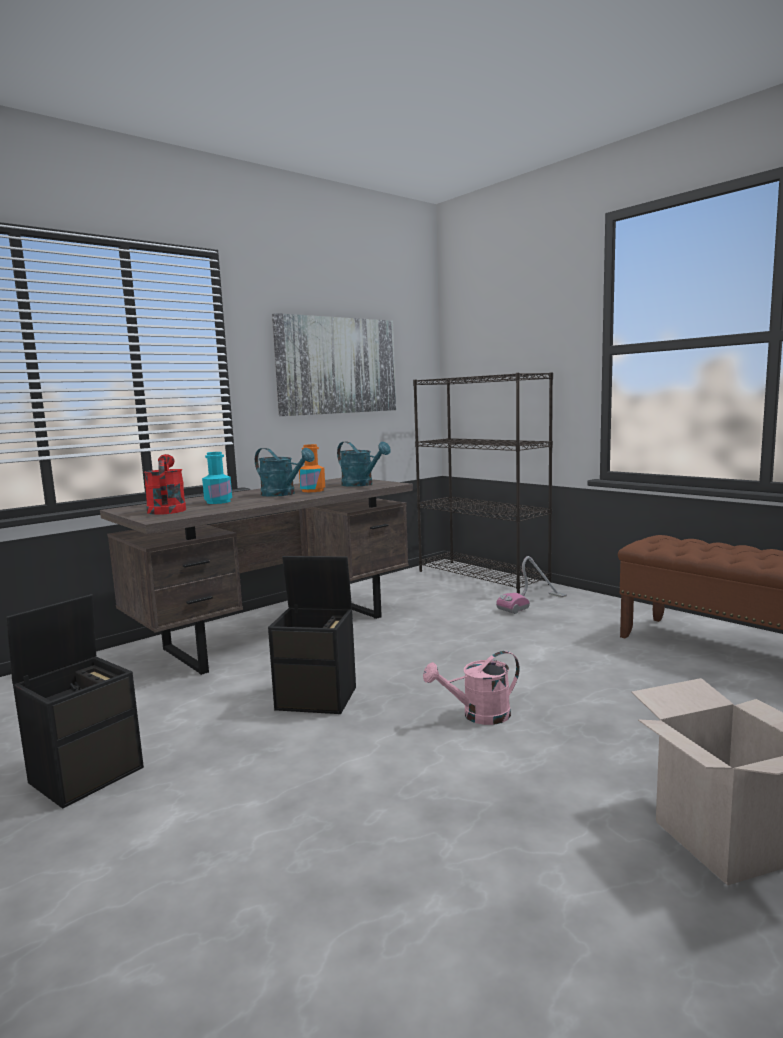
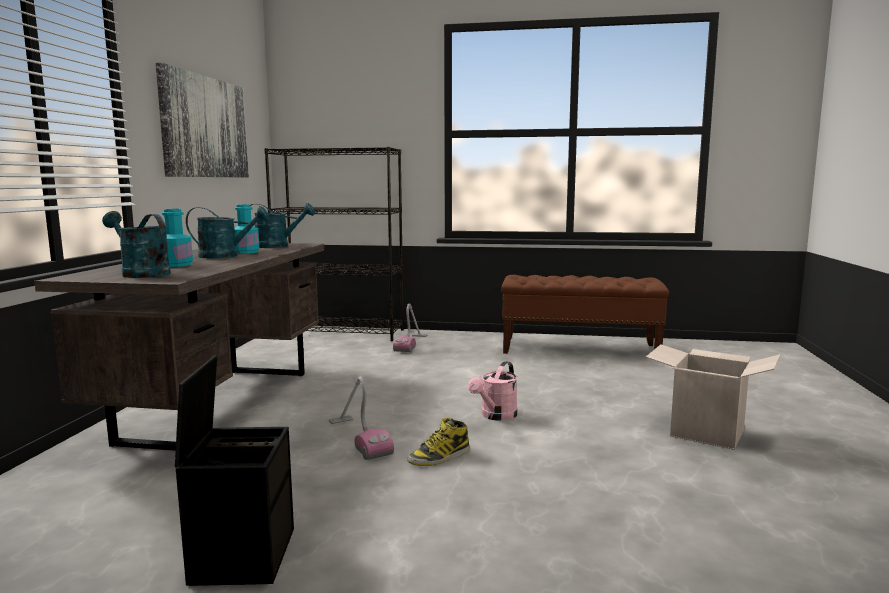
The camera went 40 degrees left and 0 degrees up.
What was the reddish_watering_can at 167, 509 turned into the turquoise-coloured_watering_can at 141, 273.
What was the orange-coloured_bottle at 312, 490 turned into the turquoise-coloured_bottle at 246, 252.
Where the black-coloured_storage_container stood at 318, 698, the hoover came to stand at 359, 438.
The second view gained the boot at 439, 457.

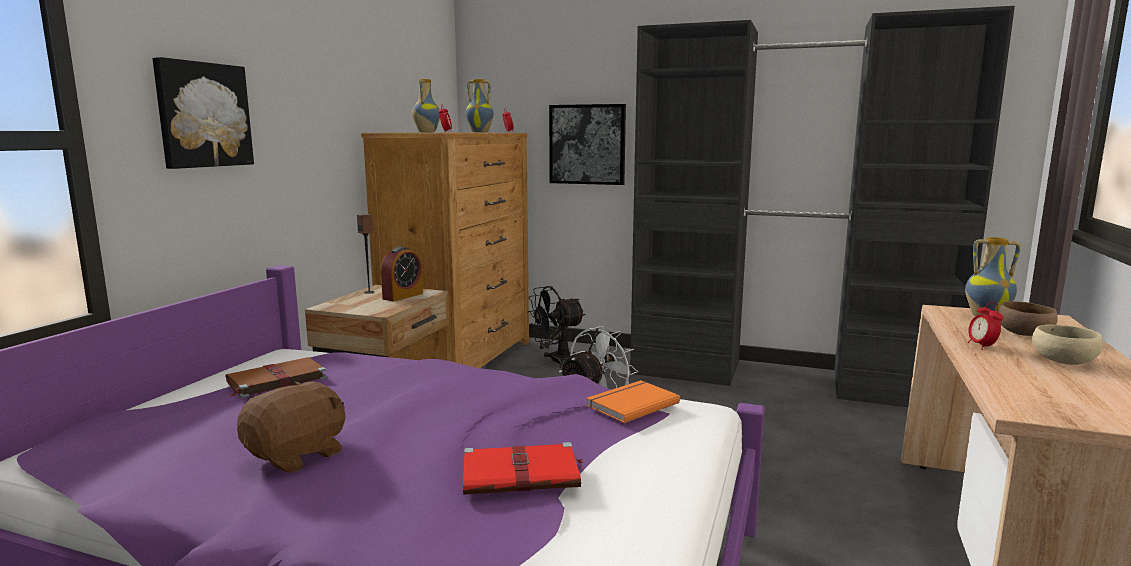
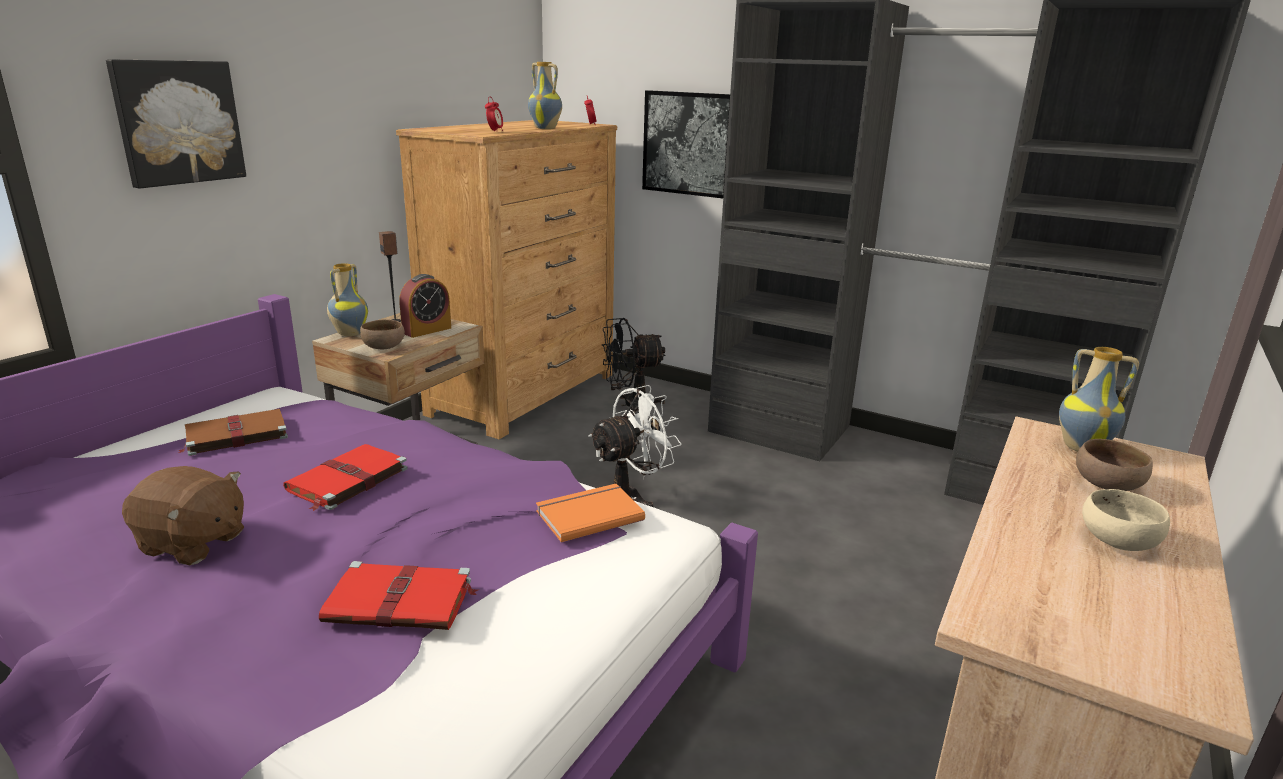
The camera went 10 degrees right and 10 degrees up.
The brown_soft_toy at 297, 455 ended up facing another way, 60 degrees clockwise from before.
The second view gained the reddish_bound_book at 346, 480.
The flower_vase ended up elsewhere, having gone from 426, 132 to 349, 333.
The second view gained the brown_serving_bowl at 384, 347.
The second view lost the alarm_clock at 982, 346.

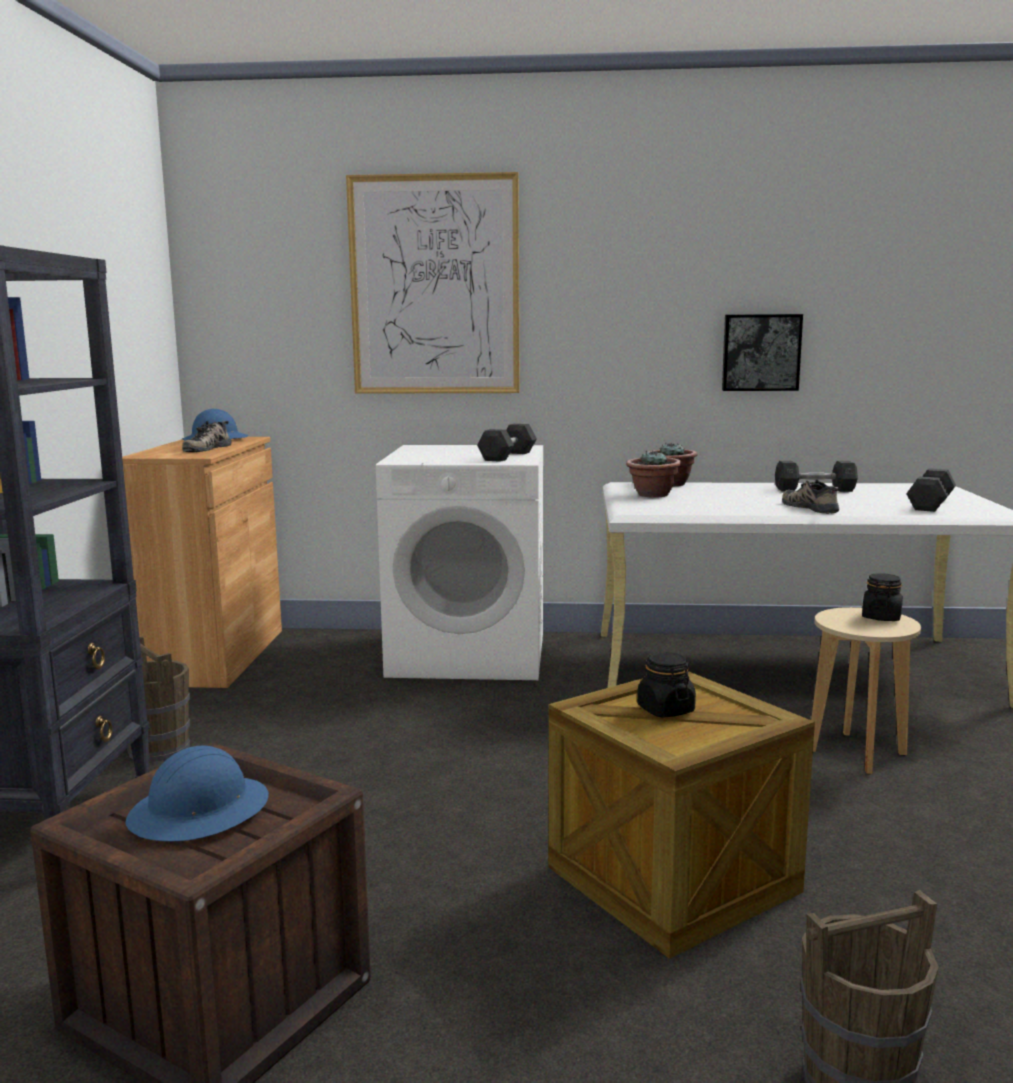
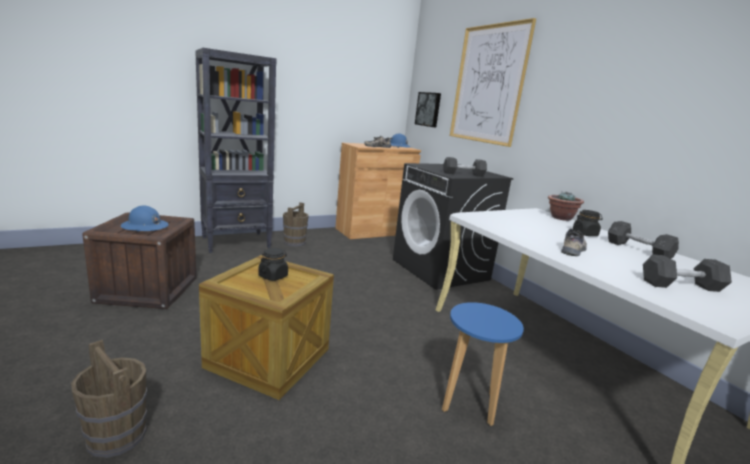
The camera went 55 degrees right and 5 degrees up.
What was the white-coloured_laundry_machine at 469, 654 turned into the black-coloured_laundry_machine at 440, 270.
The picture ended up elsewhere, having gone from 761, 352 to 428, 109.
What was the beige_stool at 856, 753 turned into the bluish_stool at 468, 403.
The black-coloured_preserve_jar ended up elsewhere, having gone from 881, 617 to 585, 234.
The second view lost the plant_in_a_pot at 652, 495.

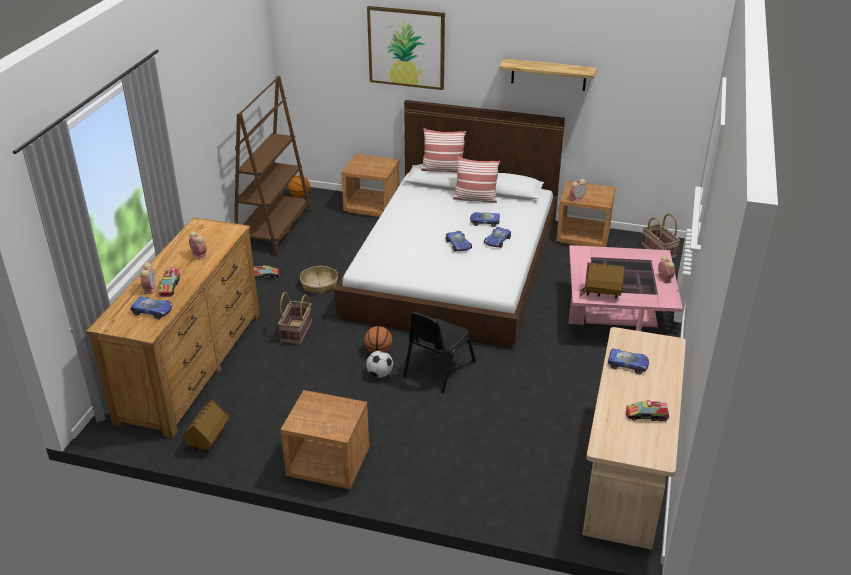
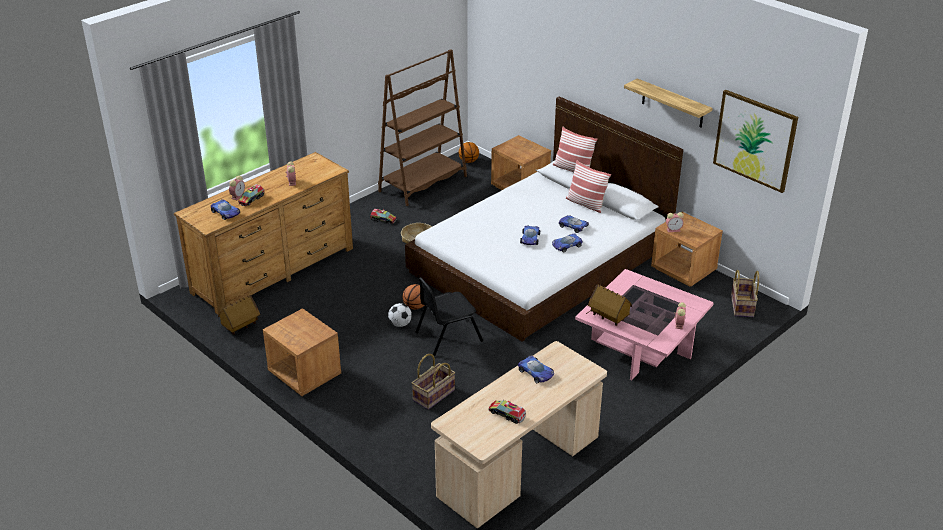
The camera went 30 degrees right and 0 degrees up.
The basket ended up elsewhere, having gone from 297, 332 to 434, 395.
The picture ended up elsewhere, having gone from 406, 47 to 755, 140.

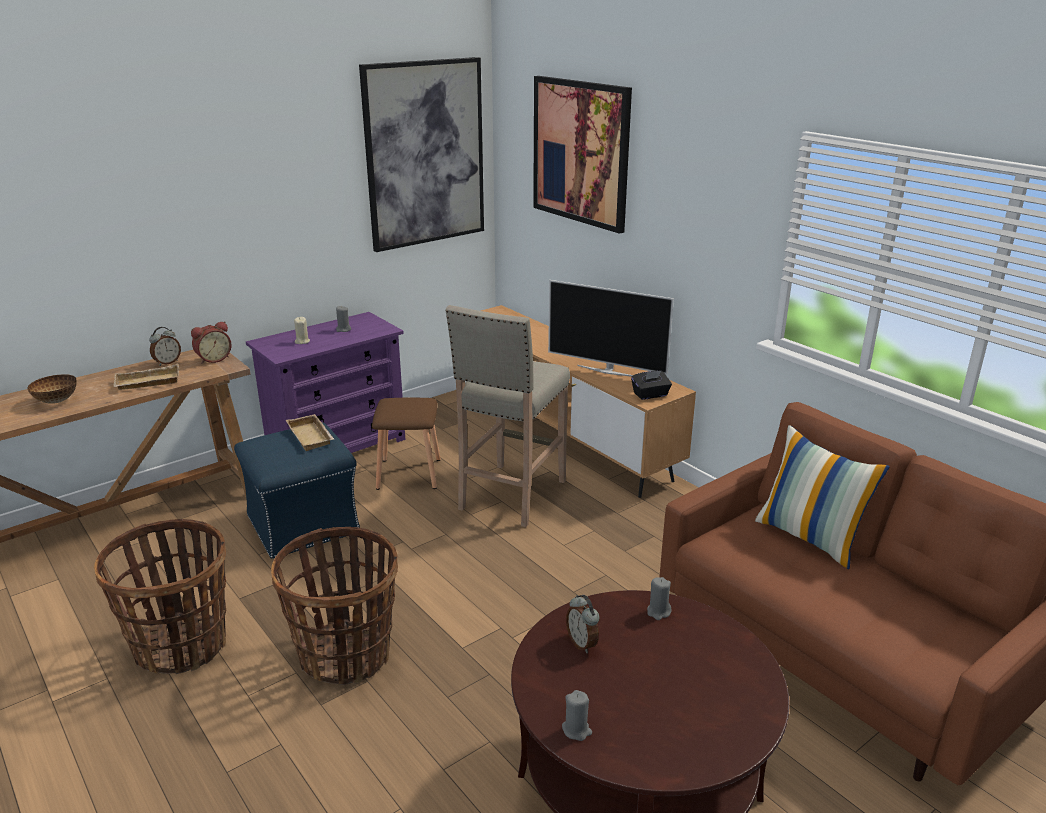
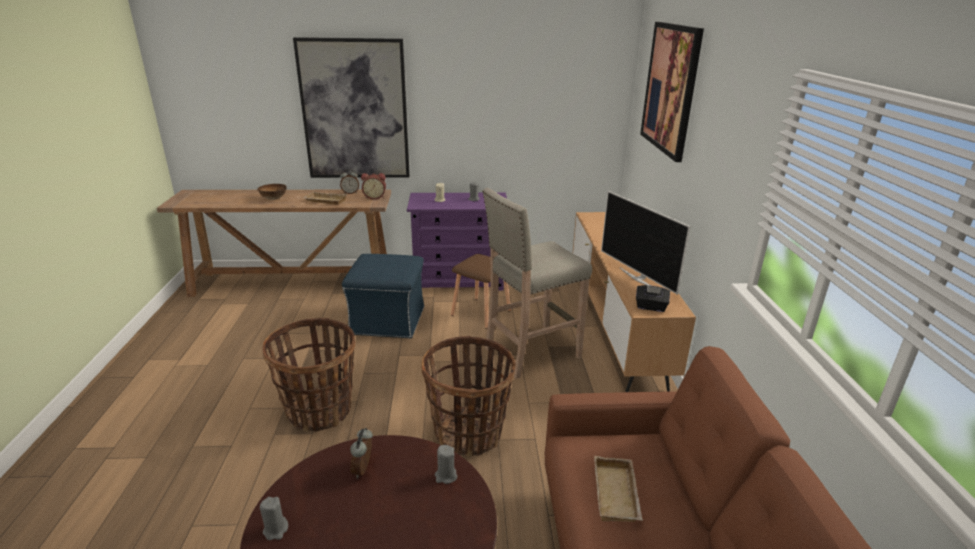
The camera went 35 degrees right and 0 degrees up.
The picture ended up elsewhere, having gone from 425, 154 to 355, 110.
The basket ended up elsewhere, having gone from 181, 646 to 468, 433.
The beige_carrying_tray ended up elsewhere, having gone from 312, 436 to 618, 494.
The second view lost the cushion at 810, 537.

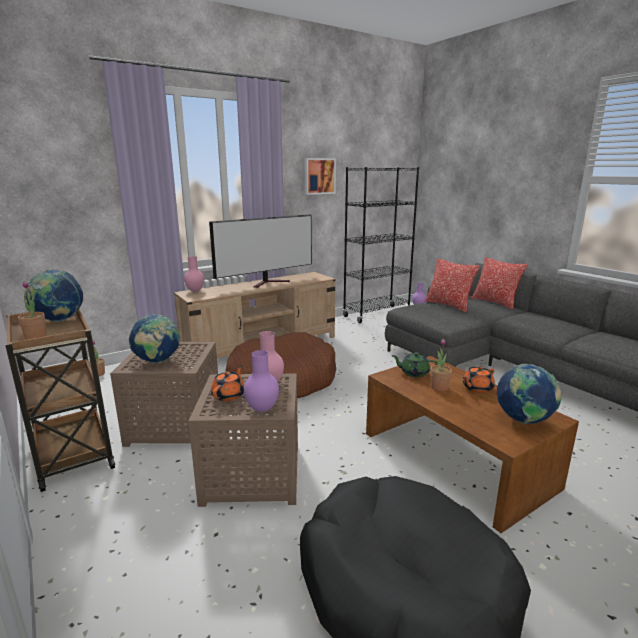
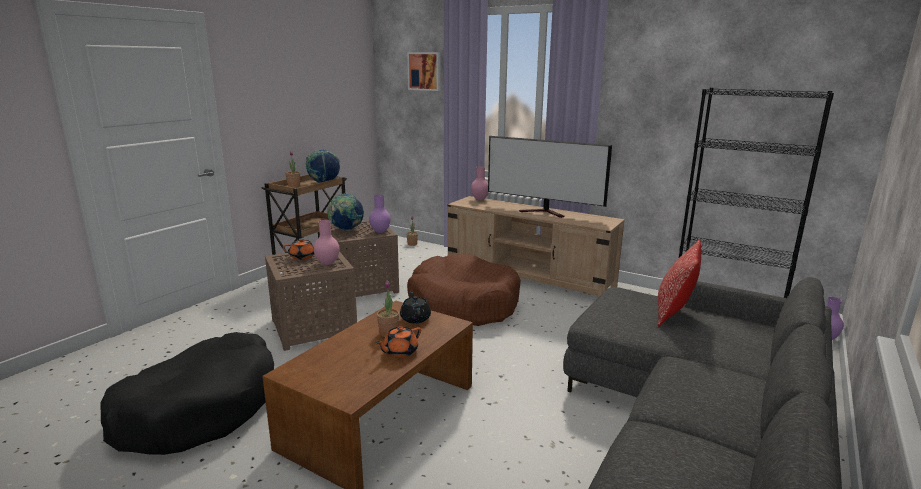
The camera went 65 degrees right and 0 degrees up.
The purplish_flower_vase ended up elsewhere, having gone from 261, 409 to 380, 232.
The orange-coloured_tea_pot at 477, 388 ended up facing another way, 75 degrees counterclockwise from before.
What was the greenish_tea_pot at 414, 373 turned into the black-coloured_tea_pot at 415, 318.
The picture ended up elsewhere, having gone from 319, 176 to 425, 71.
The second view lost the cushion at 495, 302.
The second view lost the world_globe at 523, 421.

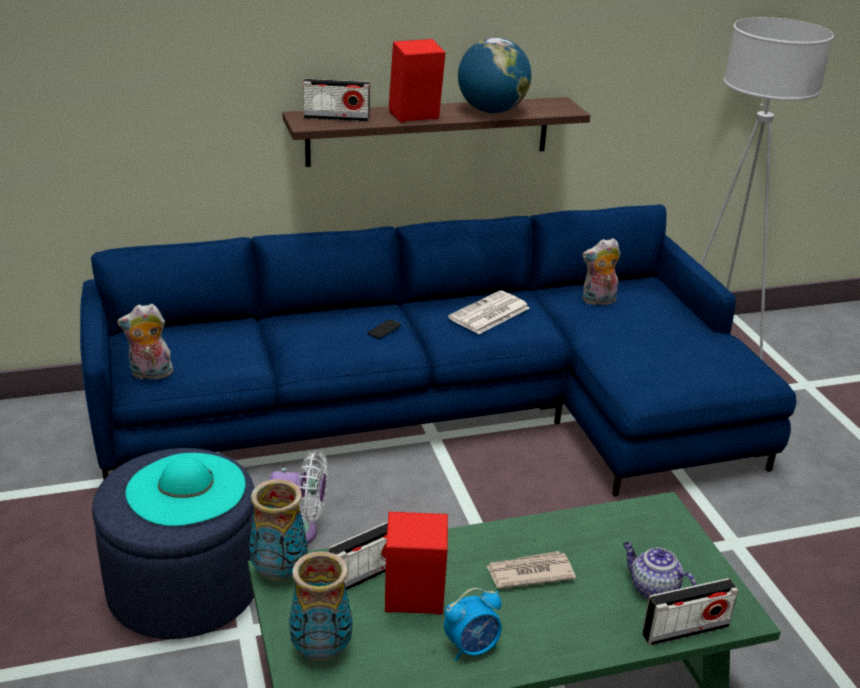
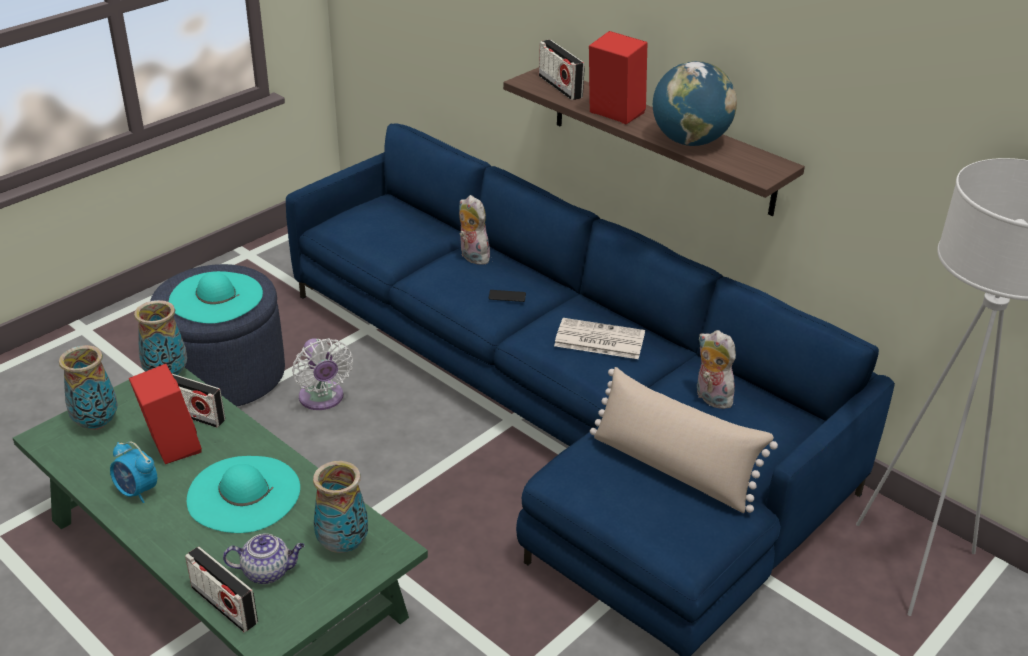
The camera went 60 degrees right and 5 degrees up.
Where the printed_paper stood at 529, 573, the turquoise-coloured_clothing_hat came to stand at 243, 493.
The tea_pot at 652, 589 ended up facing another way, 75 degrees clockwise from before.
The second view gained the flower_vase at 343, 544.
The soft_toy ended up elsewhere, having gone from 150, 374 to 472, 257.
The second view gained the beige_cushion at 672, 469.

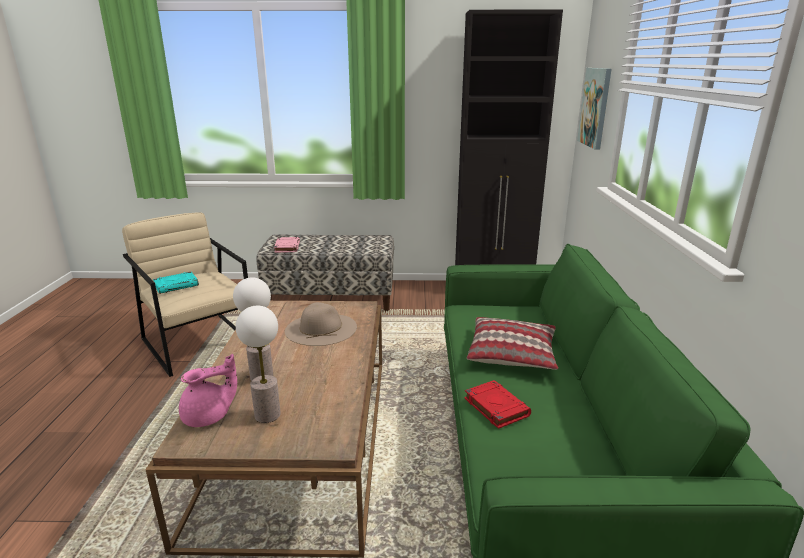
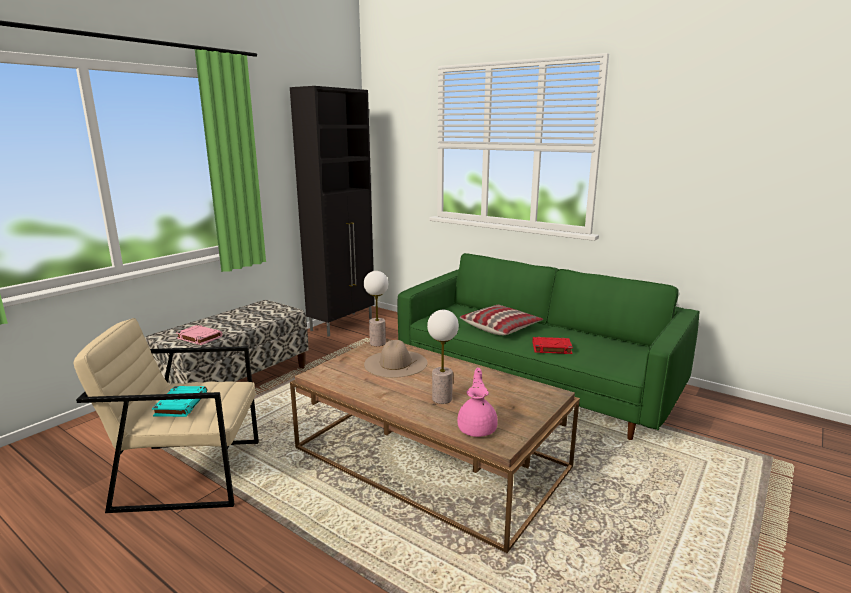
The camera went 55 degrees left and 5 degrees down.
The table_lamp ended up elsewhere, having gone from 267, 415 to 377, 343.
The second view lost the picture at 595, 107.

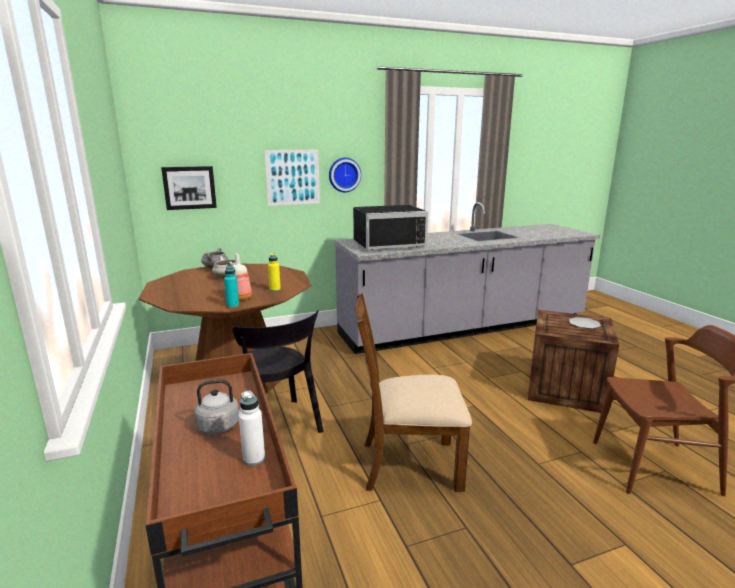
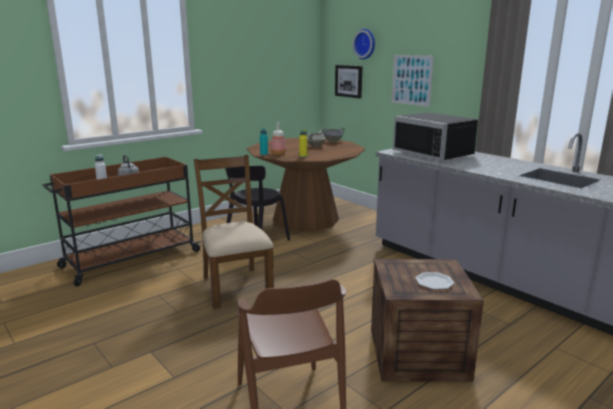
The camera went 70 degrees right and 0 degrees up.
The clock_on_the_wall ended up elsewhere, having gone from 344, 174 to 365, 44.

